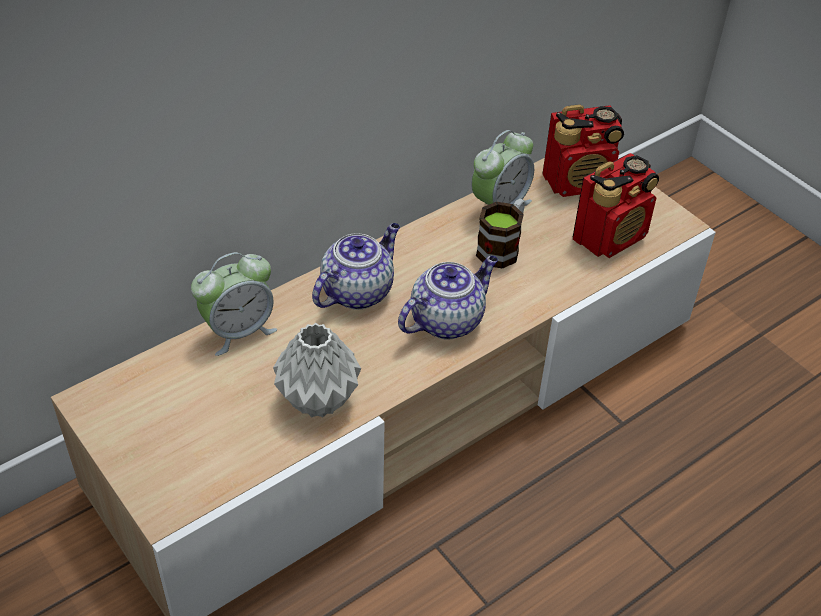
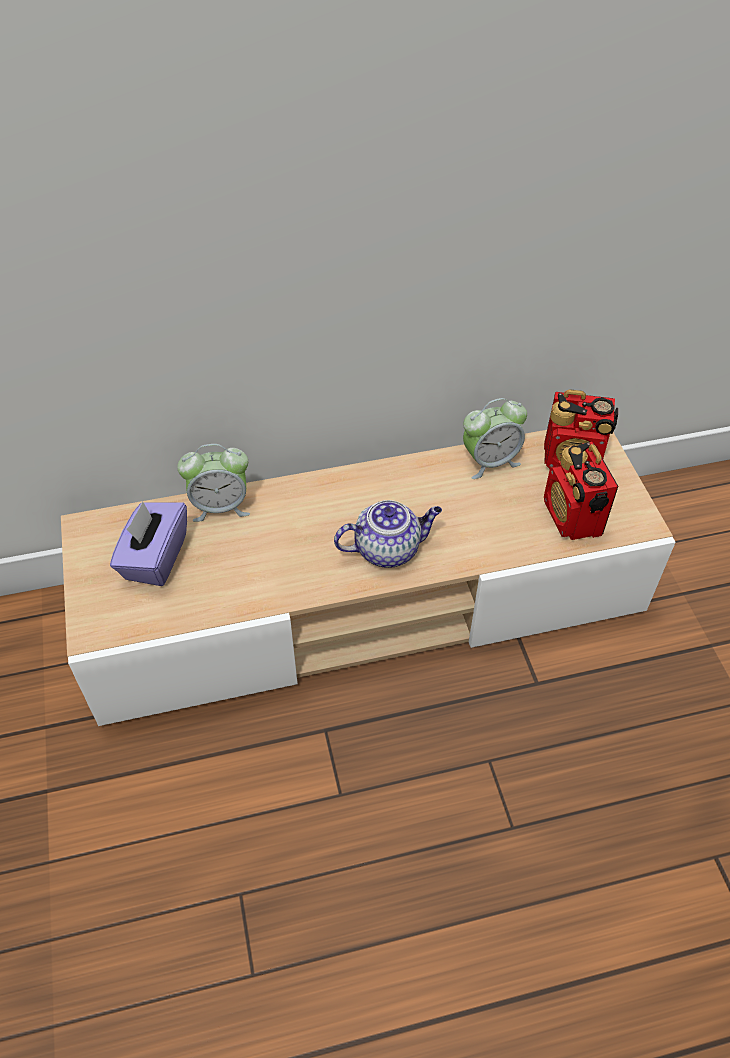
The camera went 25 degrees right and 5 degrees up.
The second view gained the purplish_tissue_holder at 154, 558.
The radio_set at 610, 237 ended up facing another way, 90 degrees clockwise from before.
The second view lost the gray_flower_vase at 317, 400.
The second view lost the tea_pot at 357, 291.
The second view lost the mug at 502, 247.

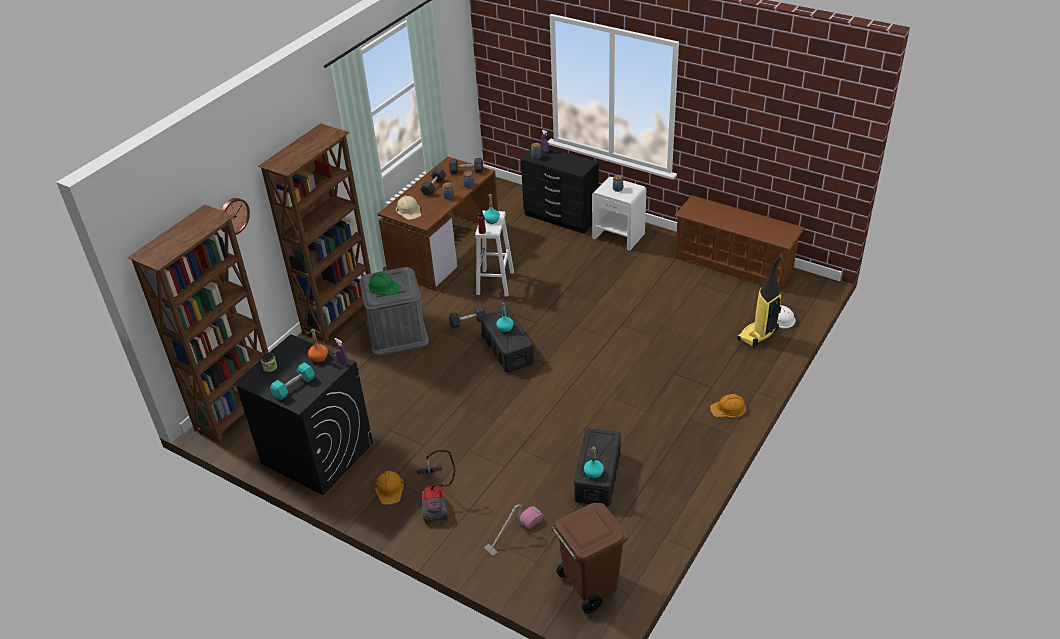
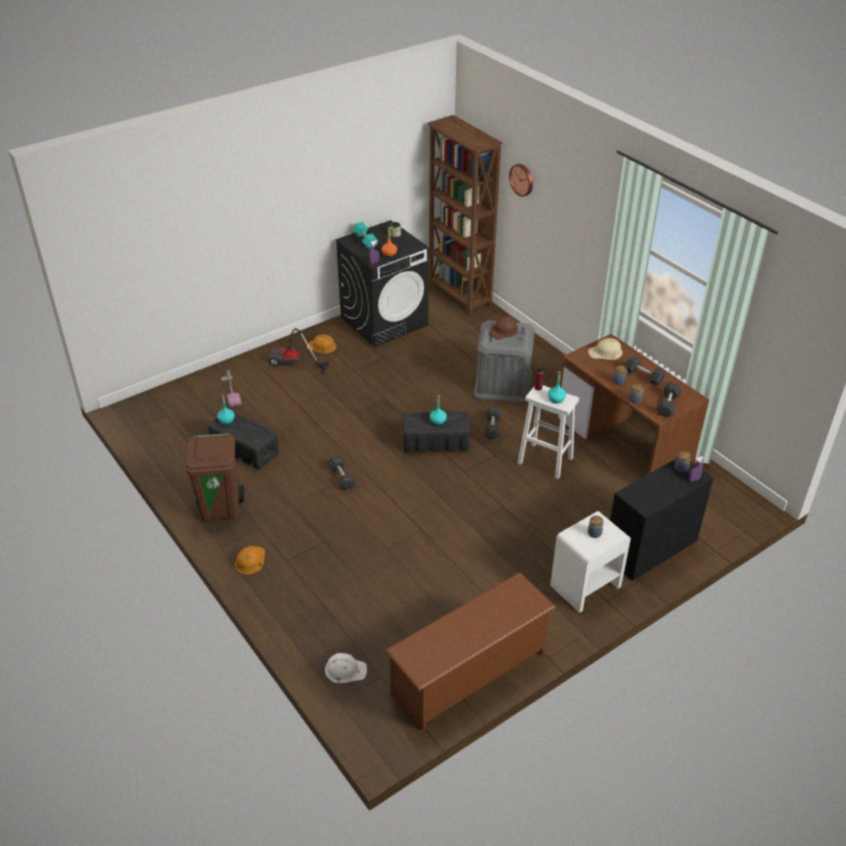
The camera went 110 degrees right and 0 degrees up.
The brown_trash_can ended up elsewhere, having gone from 589, 586 to 221, 508.
The second view gained the gray_dumbbell at 342, 477.
What was the greenish_safety_helmet at 384, 287 turned into the brown_safety_helmet at 503, 330.
The second view lost the brown_bookshelf at 341, 316.
The second view lost the hoover at 758, 335.

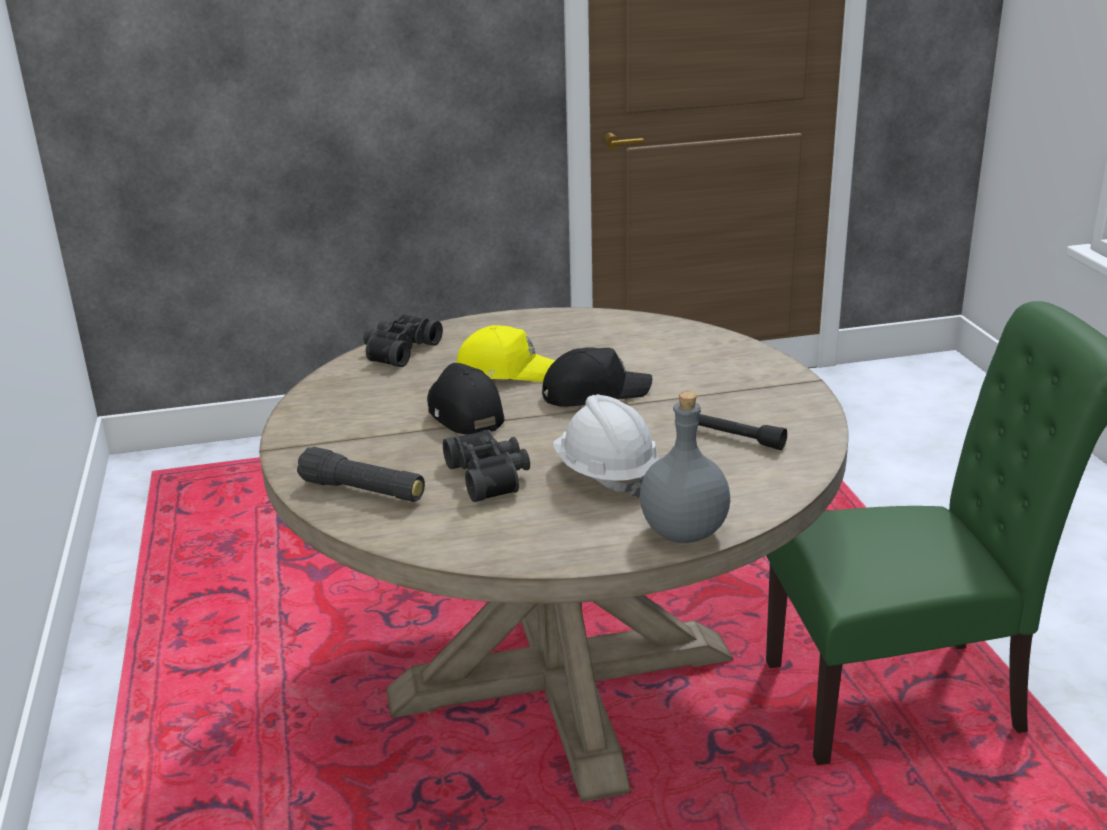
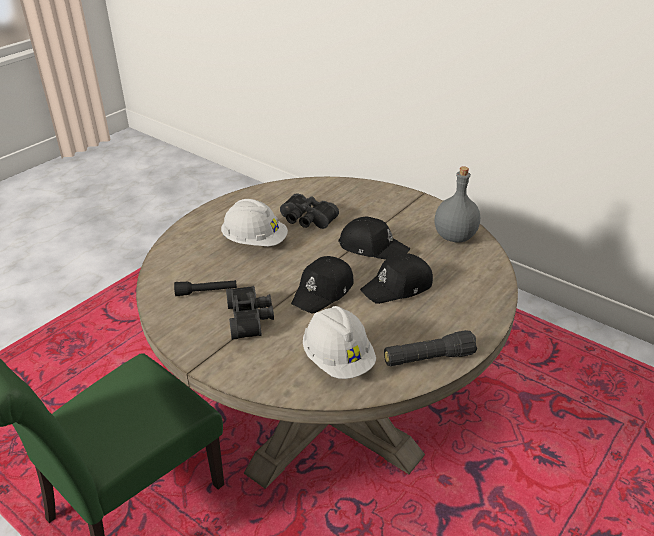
The camera went 140 degrees right and 10 degrees up.
The black-coloured_pair_of_binoculars ended up elsewhere, having gone from 398, 350 to 251, 318.
The second view gained the white-coloured_safety_helmet at 338, 360.
What was the yellow-coloured_cap at 506, 370 turned into the black-coloured_cap at 398, 287.
The black-coloured_torch ended up elsewhere, having gone from 363, 491 to 428, 358.
The gray_bottle ended up elsewhere, having gone from 685, 532 to 454, 237.

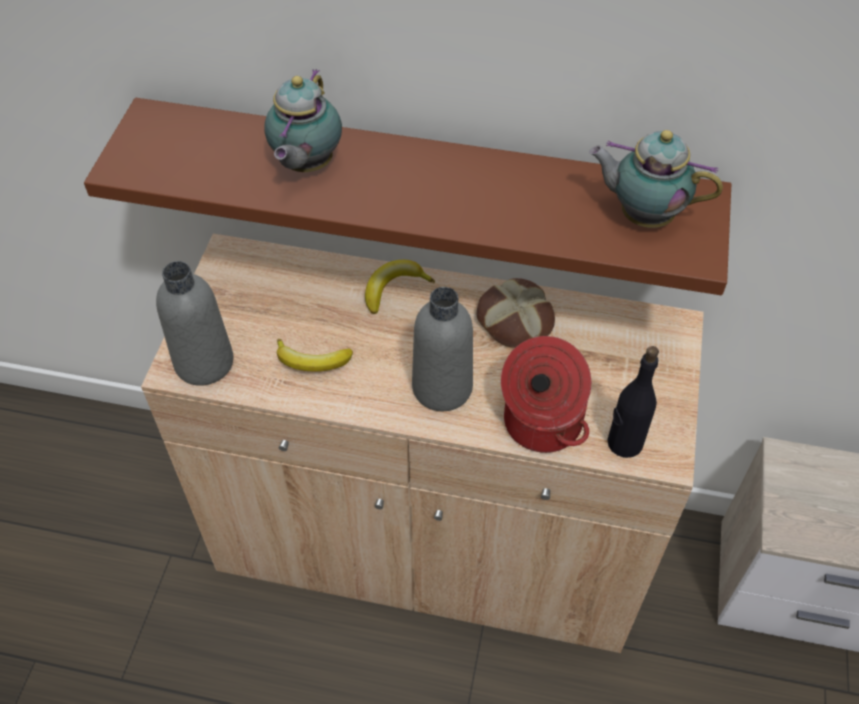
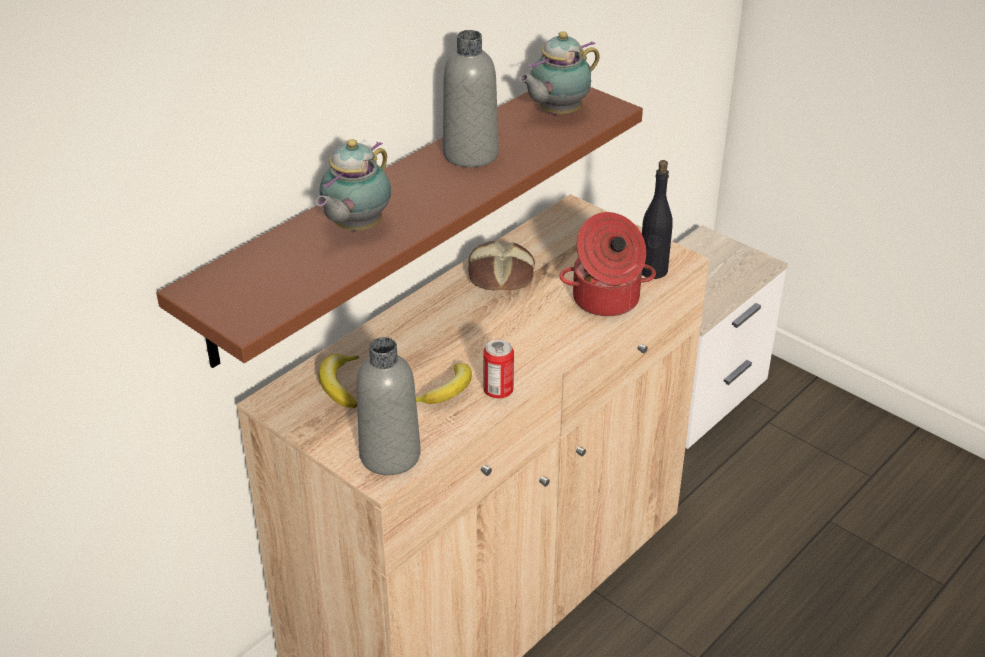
The camera went 60 degrees left and 15 degrees down.
The tea_pot at 305, 166 ended up facing another way, 75 degrees clockwise from before.
The banana ended up elsewhere, having gone from 394, 289 to 340, 385.
The gray_bottle ended up elsewhere, having gone from 442, 387 to 470, 154.
The second view gained the sealed_can at 498, 391.

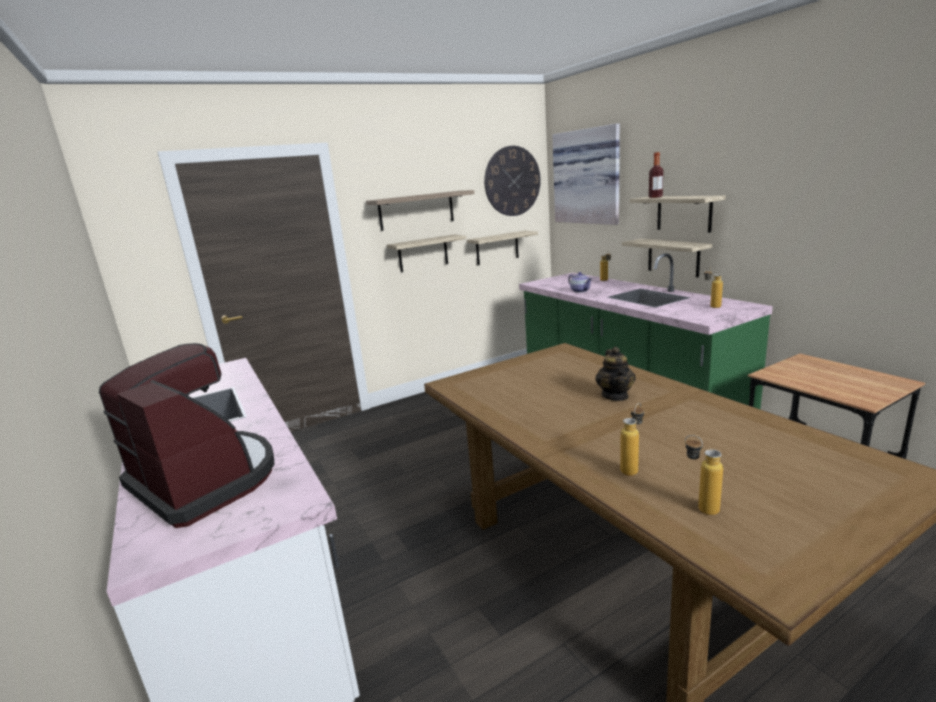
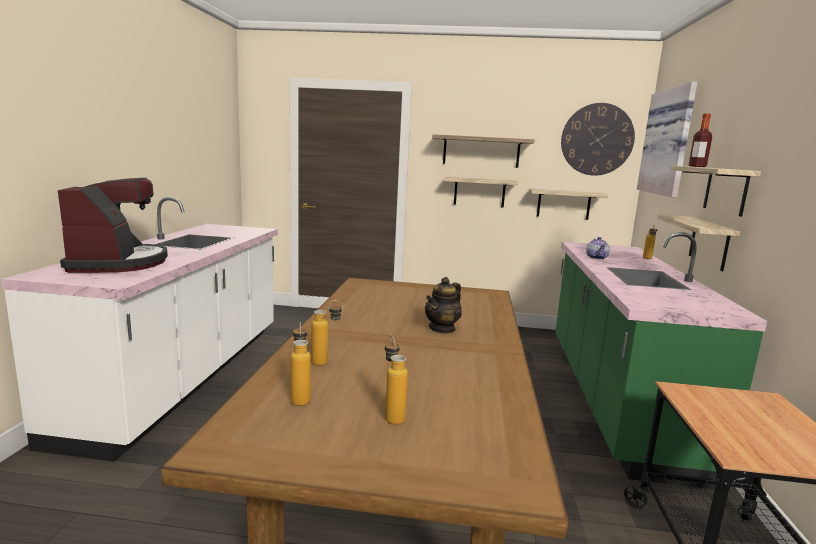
The camera went 35 degrees right and 5 degrees down.
The bottle ended up elsewhere, having gone from 711, 306 to 392, 415.

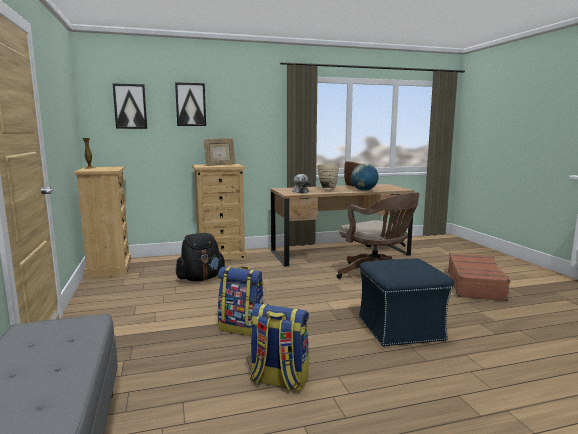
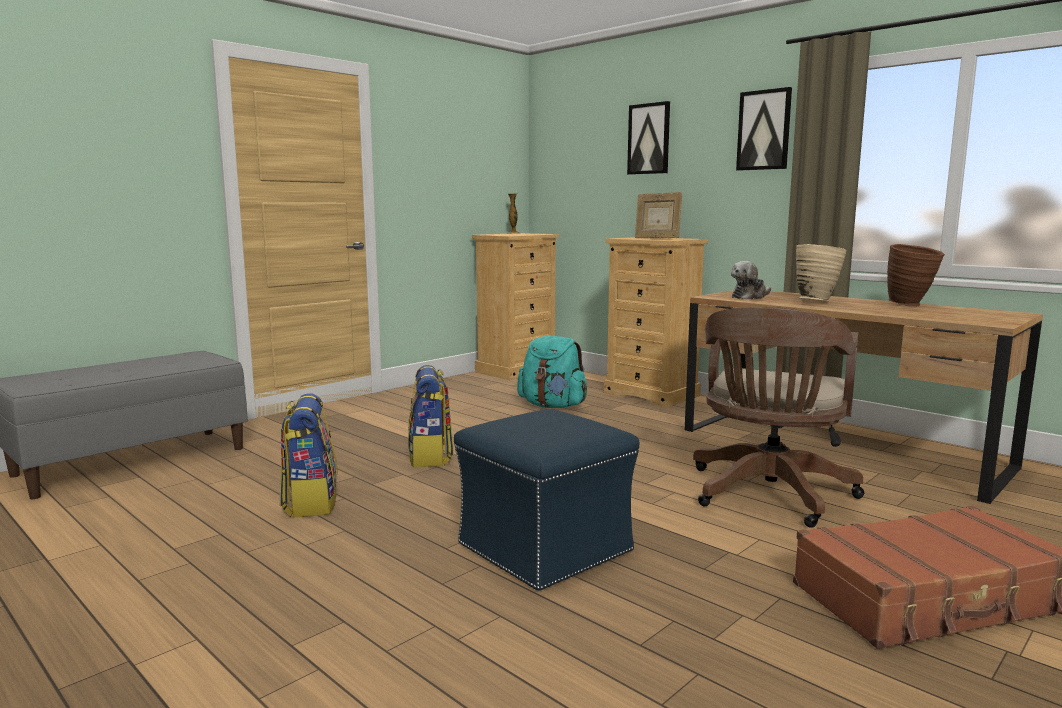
The camera went 60 degrees right and 0 degrees up.
What was the black-coloured_rucksack at 201, 278 turned into the turquoise-coloured_rucksack at 553, 406.
The picture ended up elsewhere, having gone from 130, 106 to 764, 130.
The second view lost the world_globe at 364, 190.

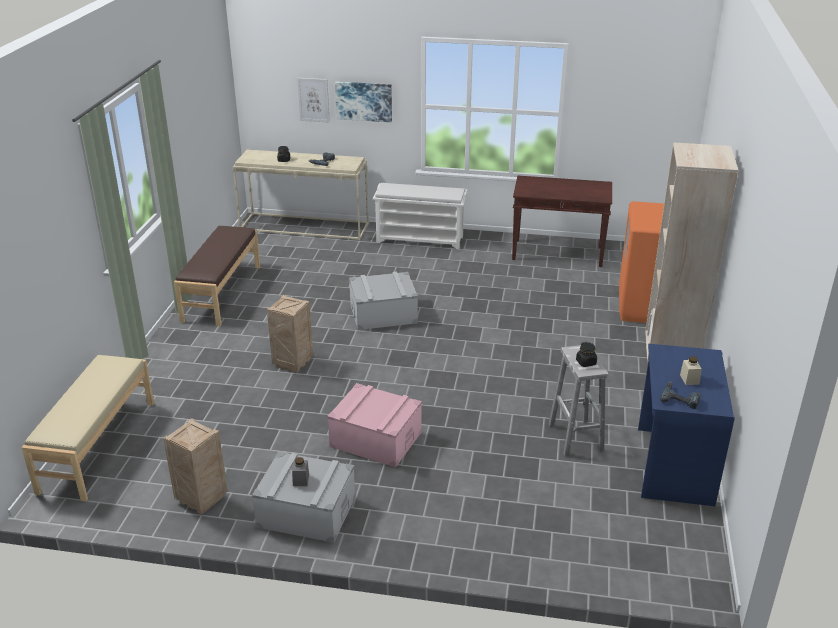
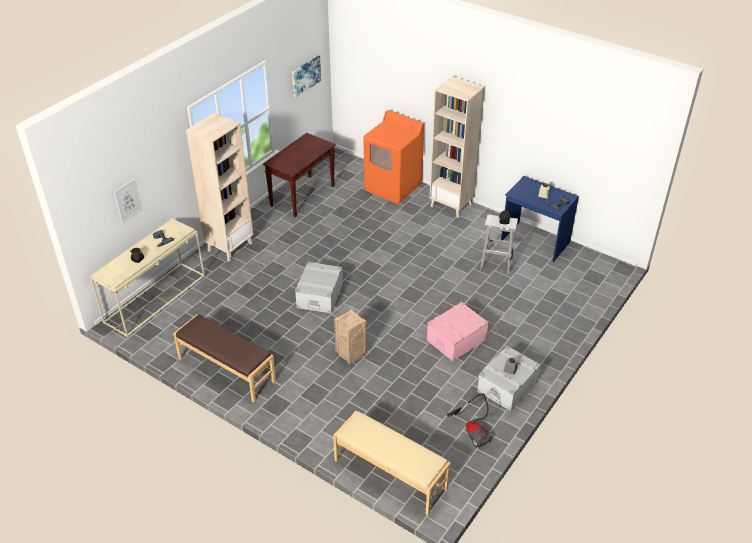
The camera went 65 degrees left and 10 degrees up.
Where the white-coloured_shoe_rack stood at 421, 239, the beige_bookshelf came to stand at 230, 246.
The picture ended up elsewhere, having gone from 364, 101 to 305, 76.
Where the packing_crate stood at 200, 499, the hoover came to stand at 473, 431.

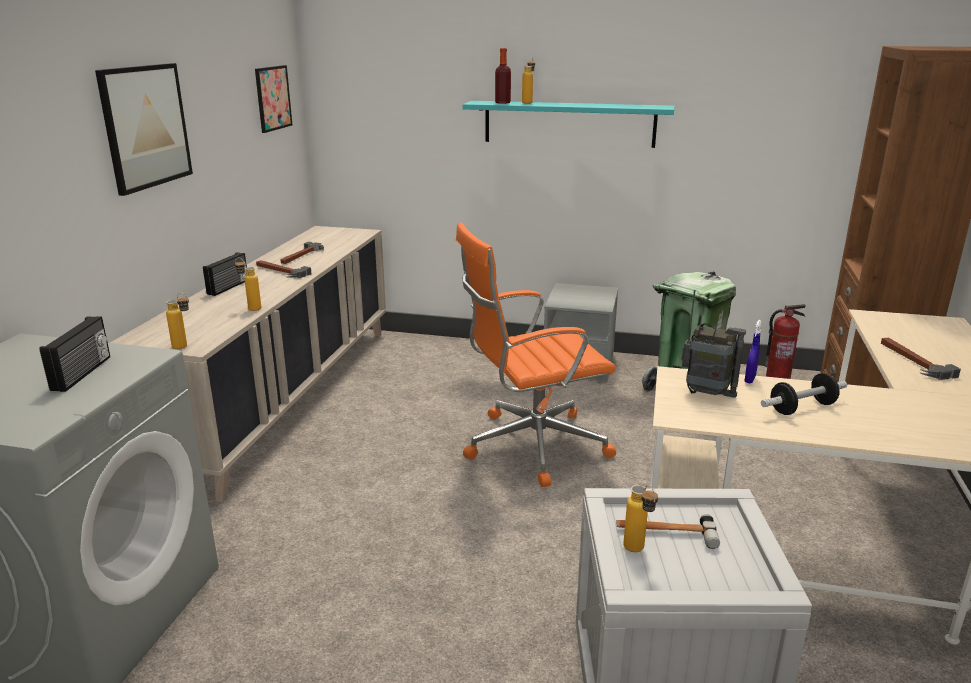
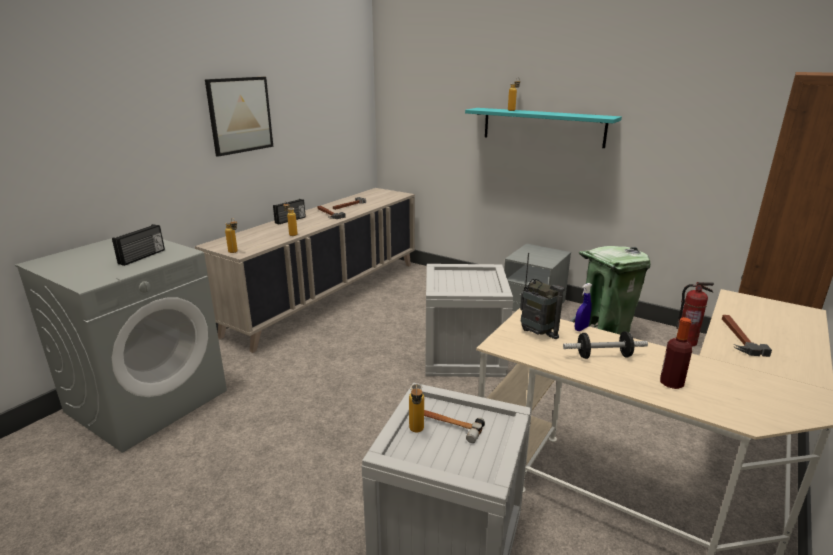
The camera went 20 degrees right and 0 degrees up.
Where the orange-coloured_desk_chair stood at 531, 446, the packing_crate came to stand at 462, 355.
The bottle ended up elsewhere, having gone from 502, 102 to 671, 383.
The second view lost the picture at 273, 98.

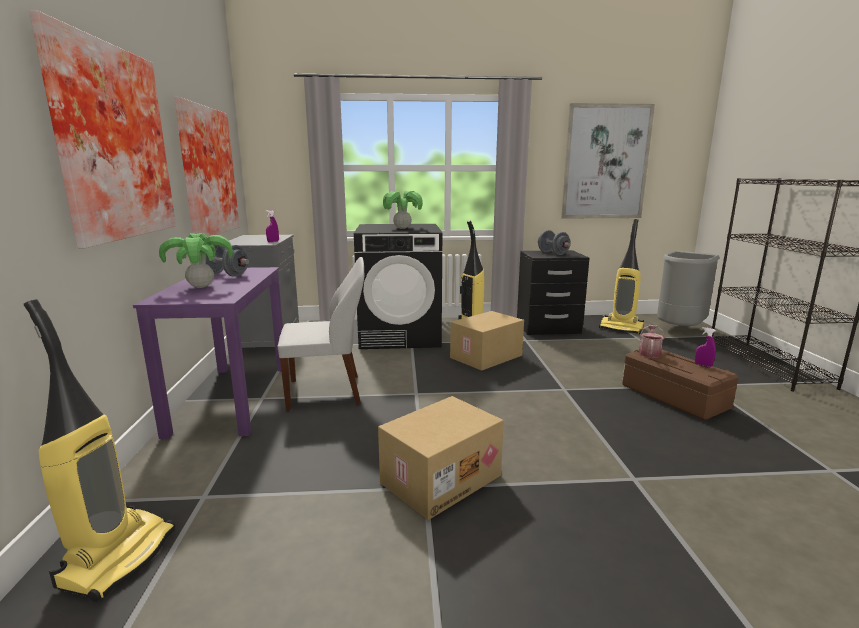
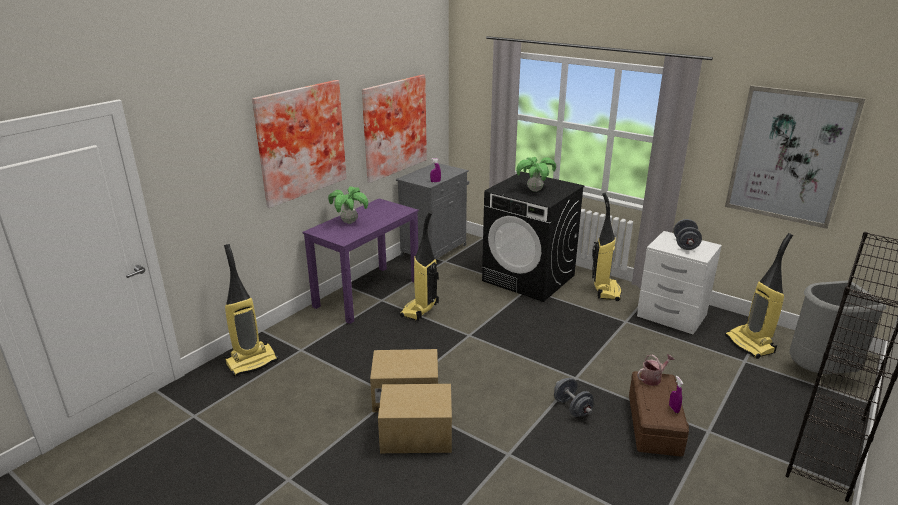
The camera went 40 degrees right and 10 degrees up.
The cardboard_box ended up elsewhere, having gone from 486, 357 to 416, 435.
Where the white-coloured_plain_chair stood at 327, 392, the hoover came to stand at 420, 310.
The gray_dumbbell ended up elsewhere, having gone from 226, 275 to 572, 408.
What was the black-coloured_night_table at 548, 328 turned into the white-coloured_night_table at 671, 316.

